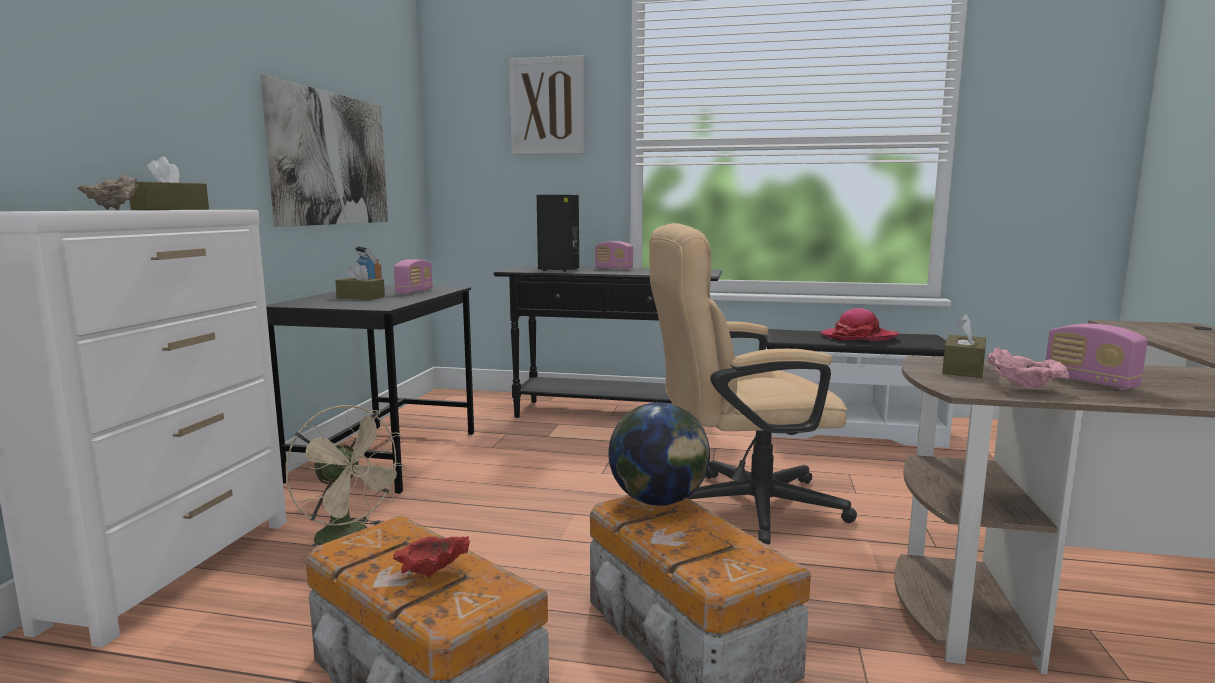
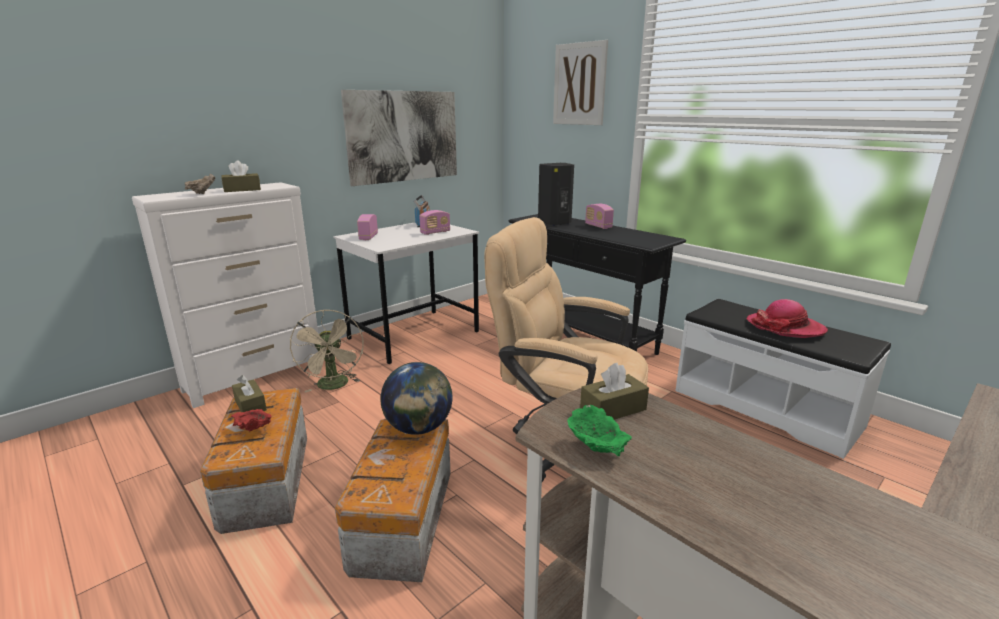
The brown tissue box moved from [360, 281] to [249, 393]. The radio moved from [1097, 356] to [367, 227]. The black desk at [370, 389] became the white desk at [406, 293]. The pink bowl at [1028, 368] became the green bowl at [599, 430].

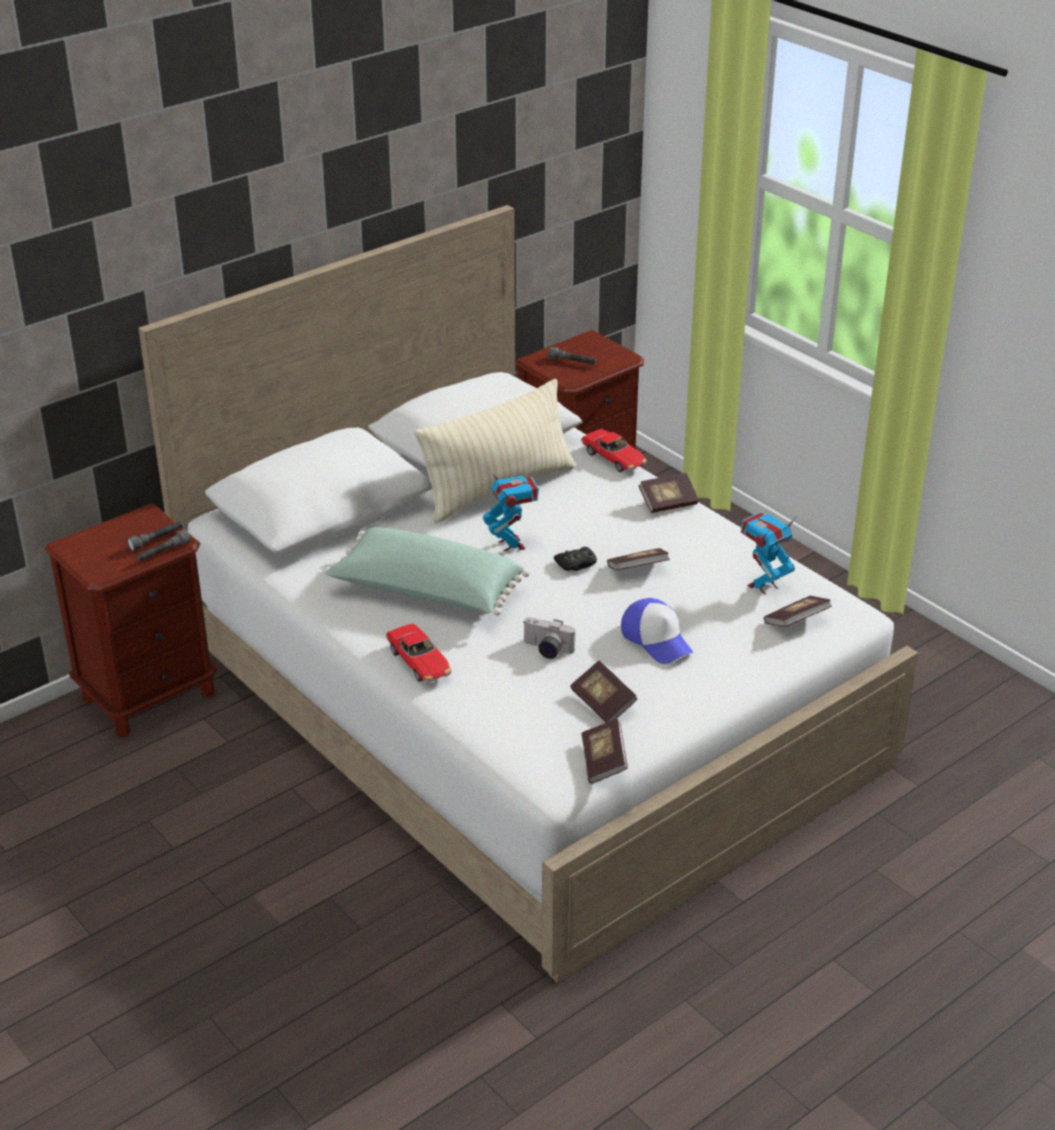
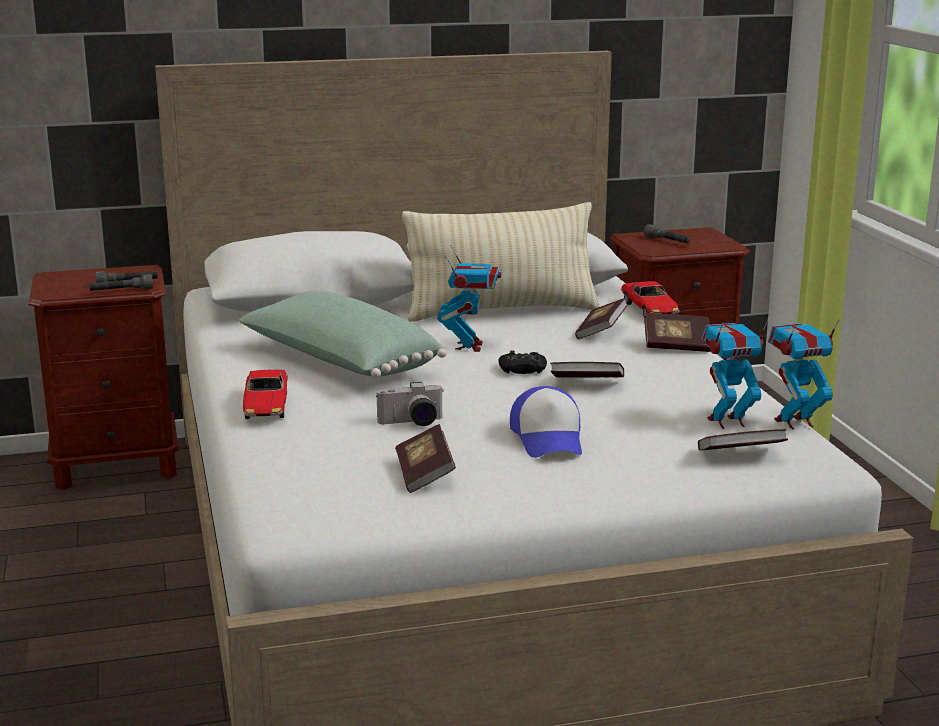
The toy robot at [804, 374] appeared. The book moved from [604, 751] to [601, 318]. The photo camera at [549, 638] turned 60 degrees counterclockwise.

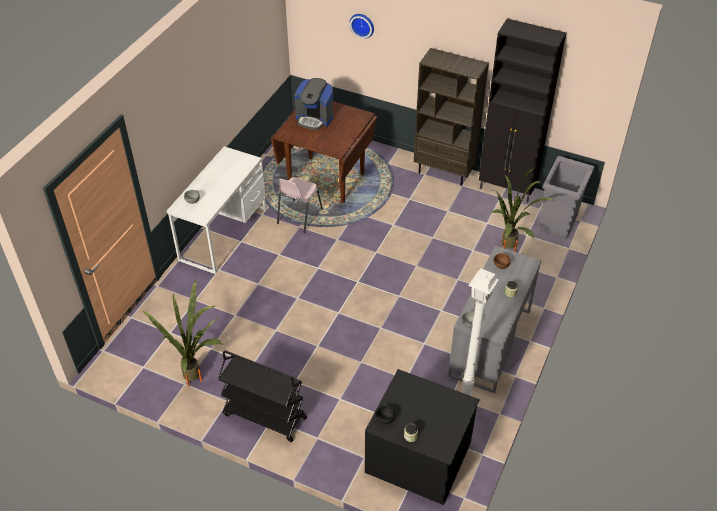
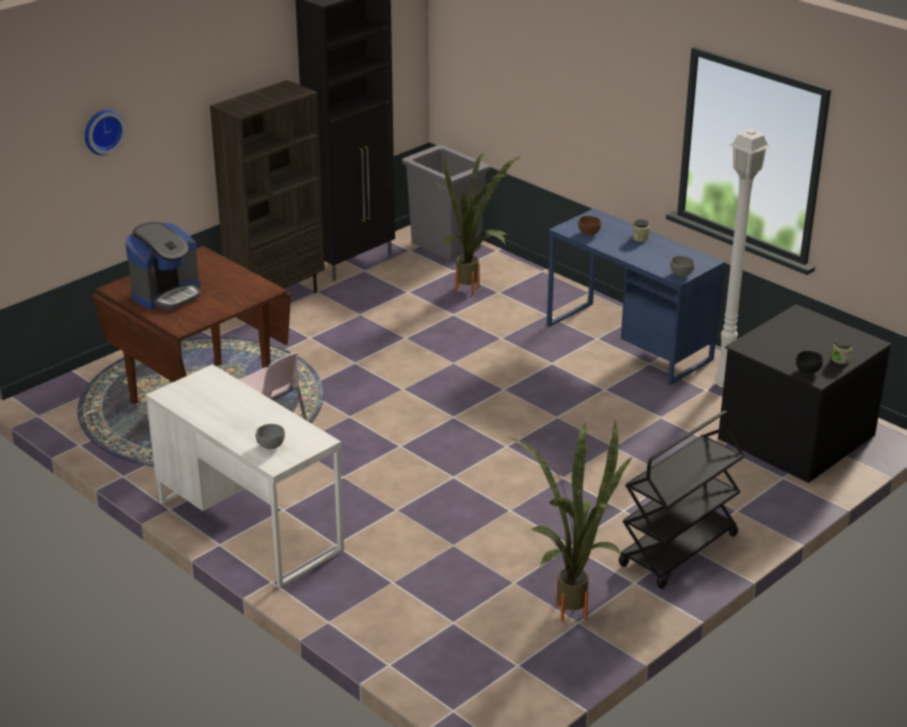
The grey desk at [495, 319] became the blue desk at [636, 296].

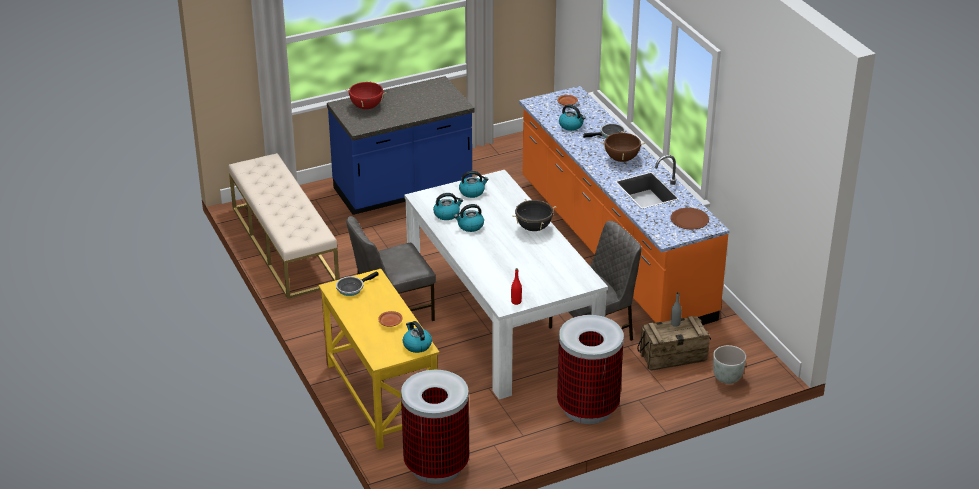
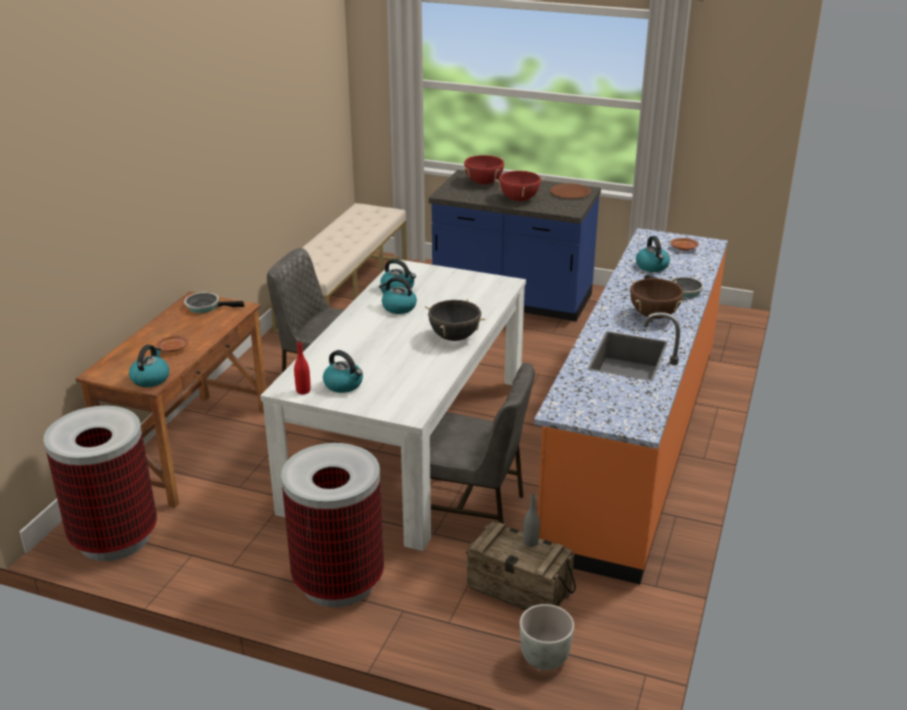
The red cooking pot at [520, 185] appeared. The kettle moved from [474, 184] to [343, 371]. The brown plate moved from [690, 219] to [570, 191]. The yellow desk at [379, 359] became the brown desk at [171, 400].

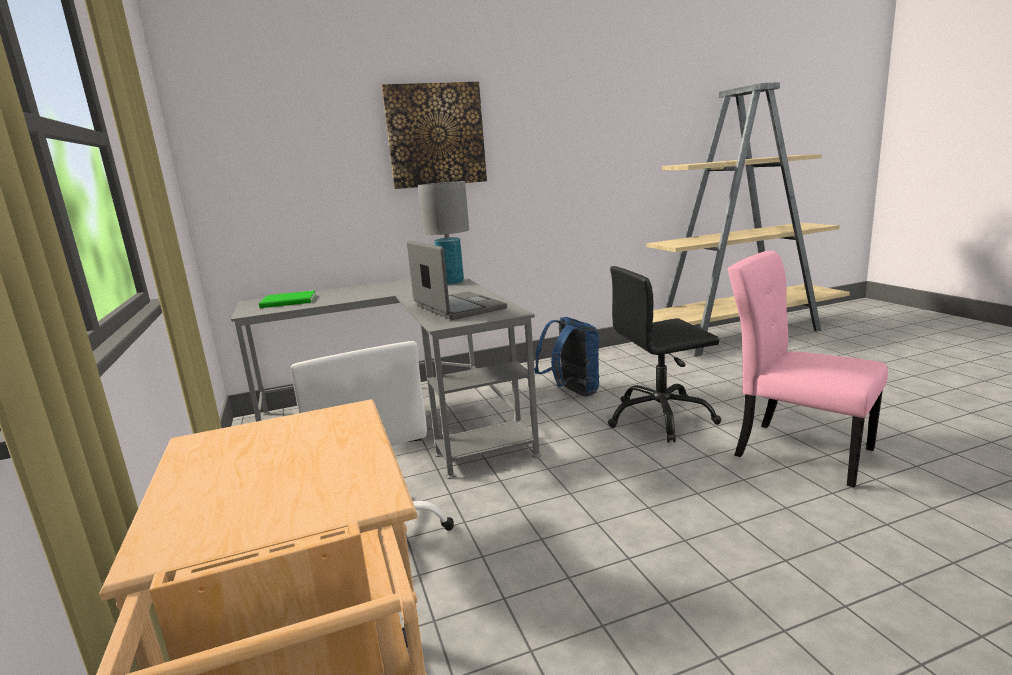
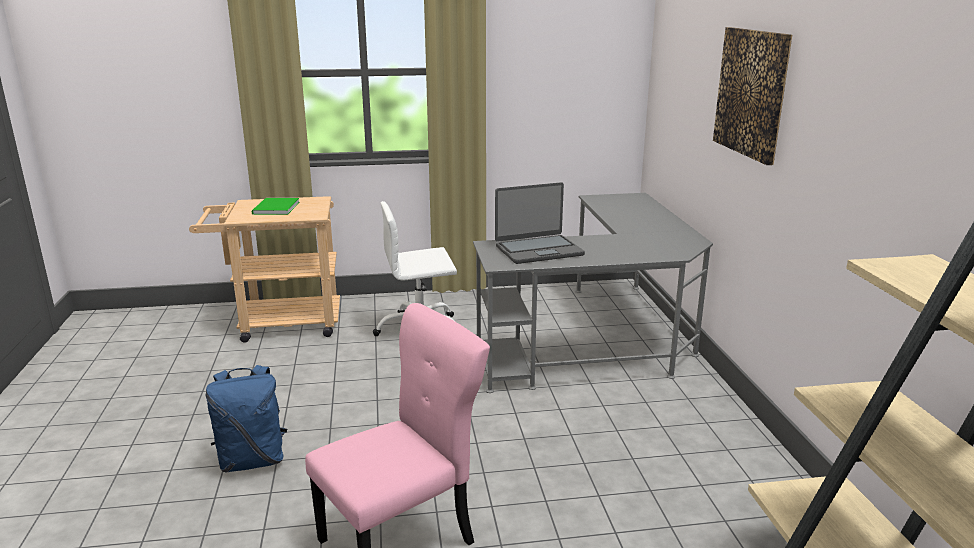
The grey table lamp at [443, 233] disappeared. The black office chair at [664, 354] disappeared. The green book moved from [287, 299] to [275, 206]. The blue backpack moved from [566, 356] to [246, 419].

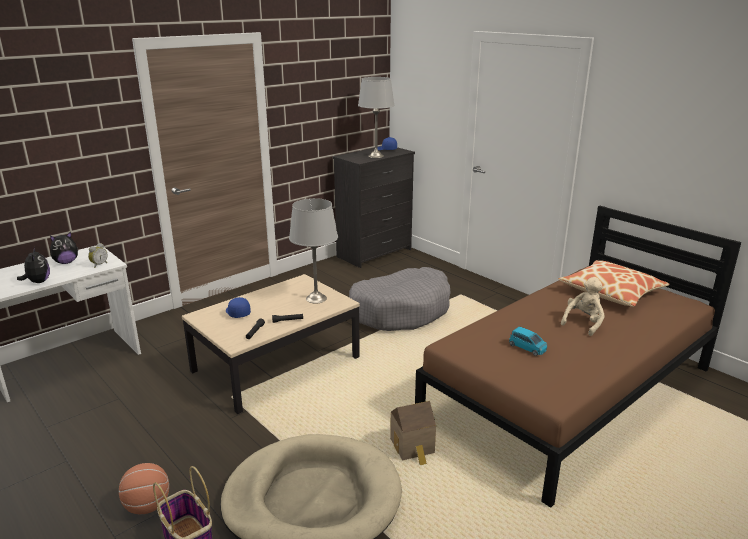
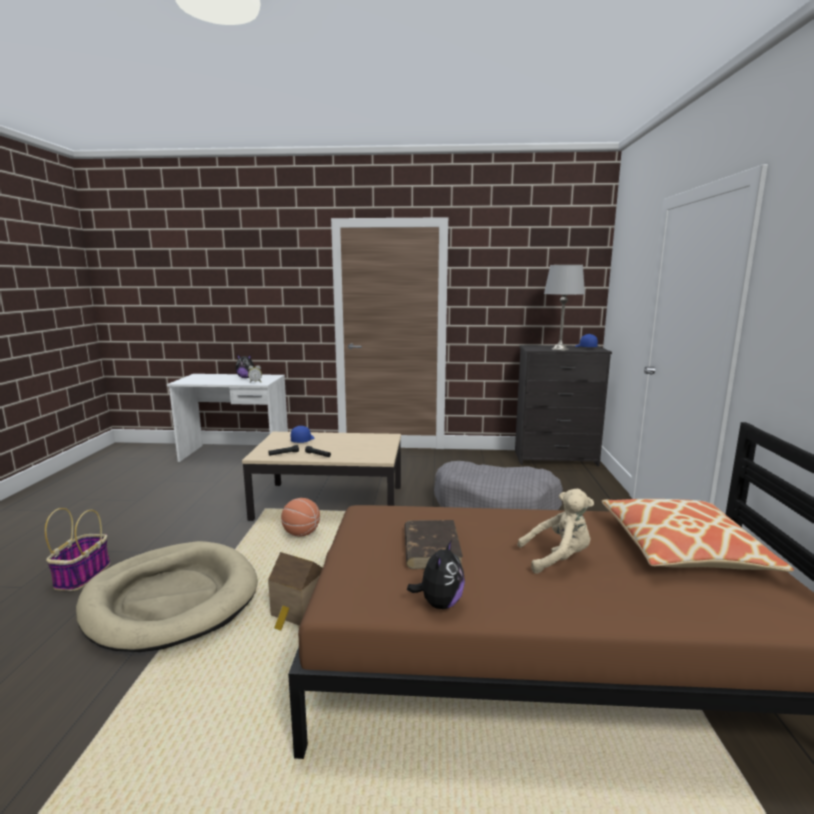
The grey table lamp at [313, 251] disappeared. The plush toy moved from [33, 265] to [436, 574]. The basketball moved from [144, 488] to [300, 517]. The blue toy car at [528, 341] was replaced by the brown book at [434, 544].

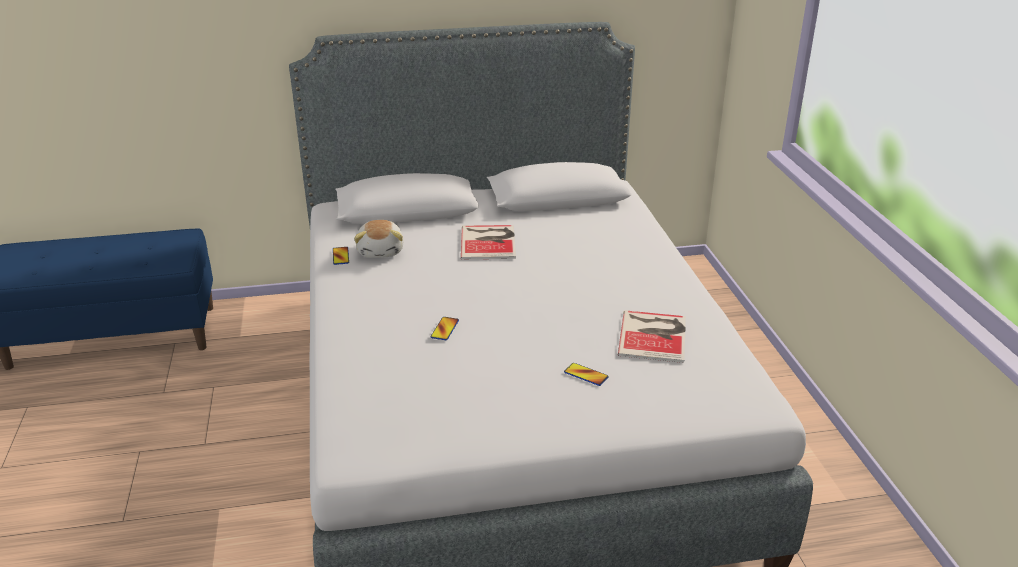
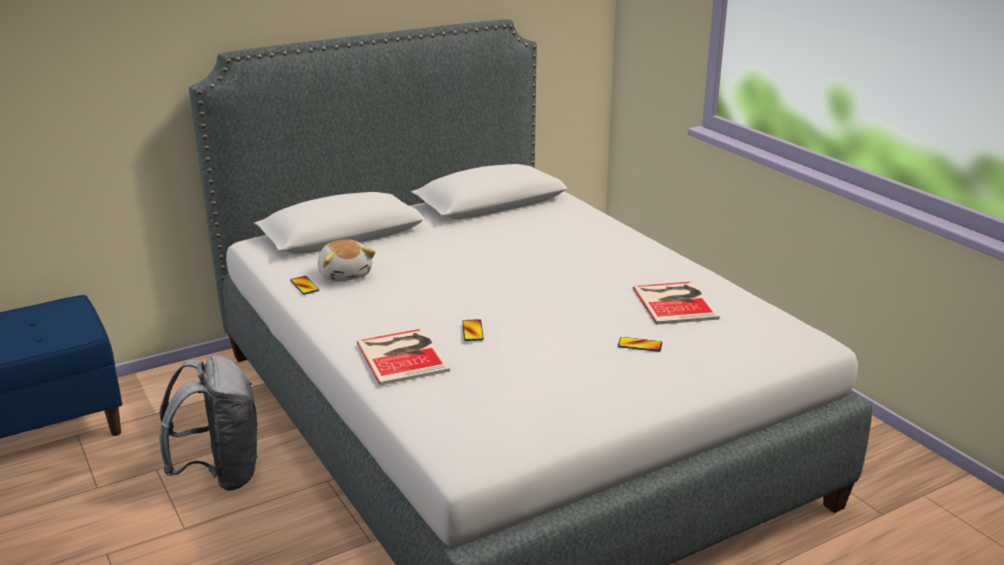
The grey backpack at [209, 423] appeared. The book moved from [488, 242] to [403, 357].

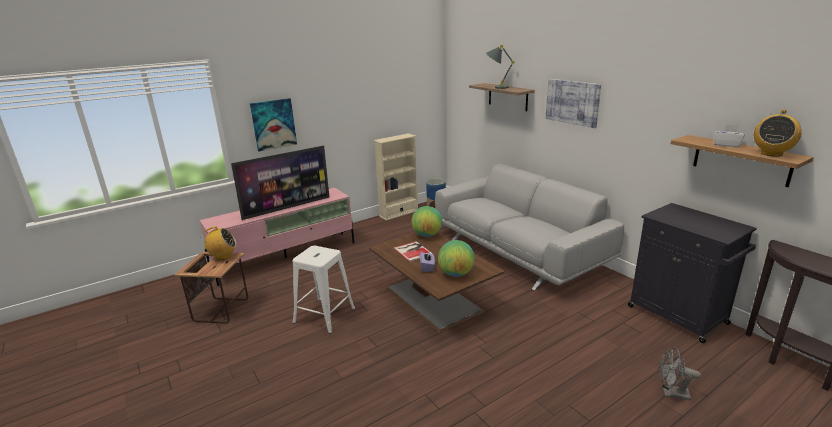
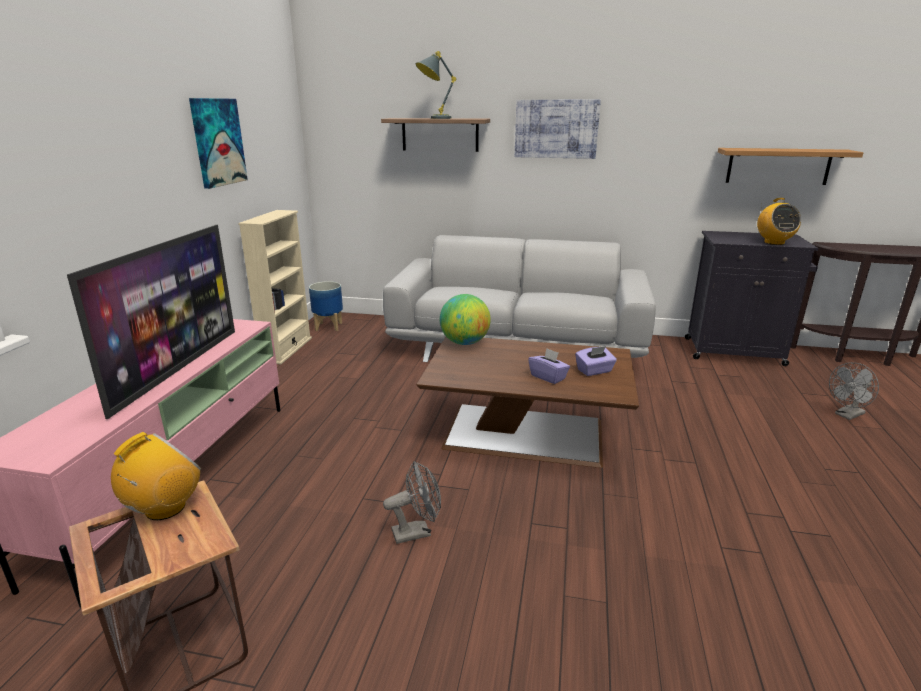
The book at [413, 251] disappeared. The white tissue box at [729, 135] disappeared. The picture moved from [273, 124] to [218, 143]. The radio moved from [778, 133] to [779, 221]. The white stool at [324, 290] was replaced by the grey fan at [412, 502]. The globe at [456, 258] was replaced by the purple tissue box at [596, 361].

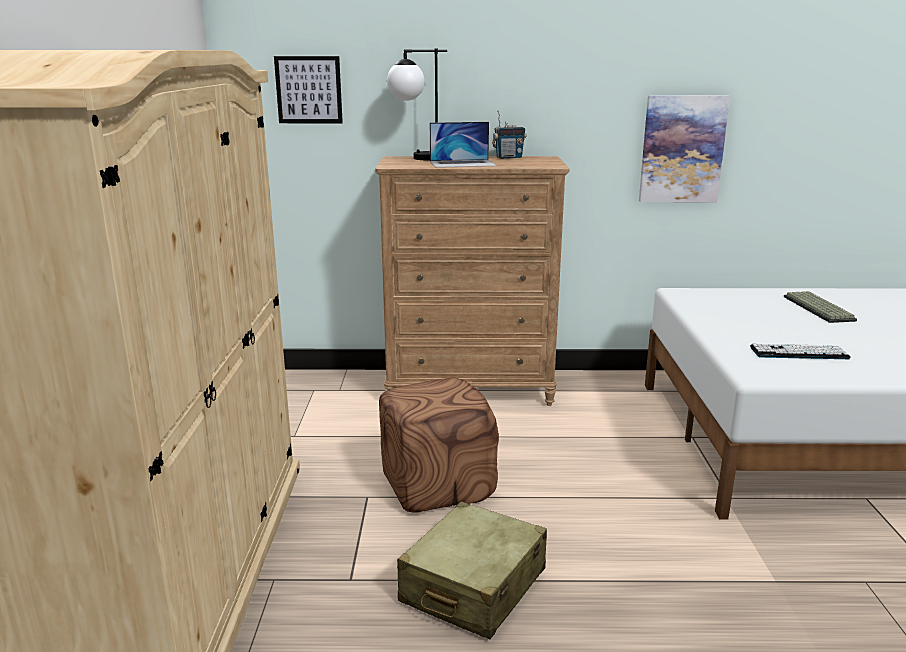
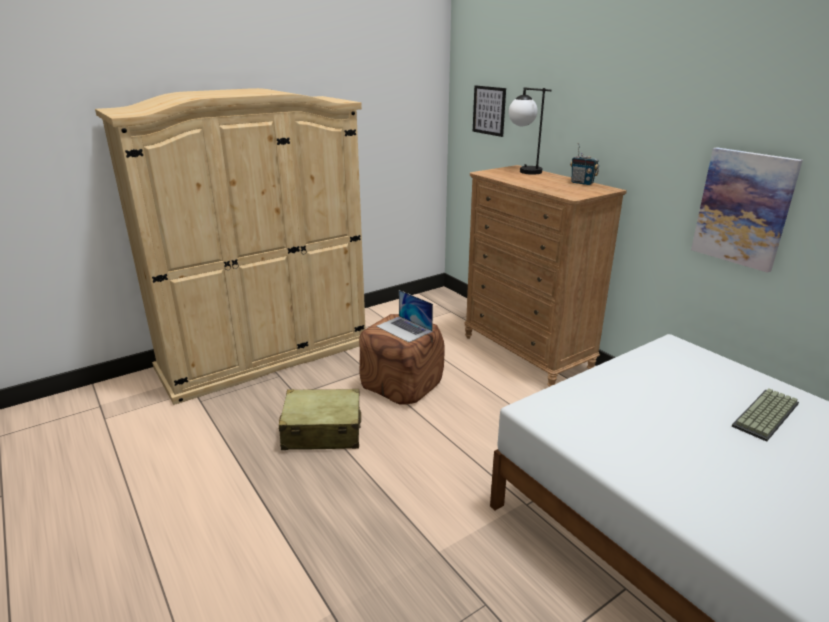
The keyboard at [800, 351] disappeared. The laptop moved from [463, 145] to [404, 316].

